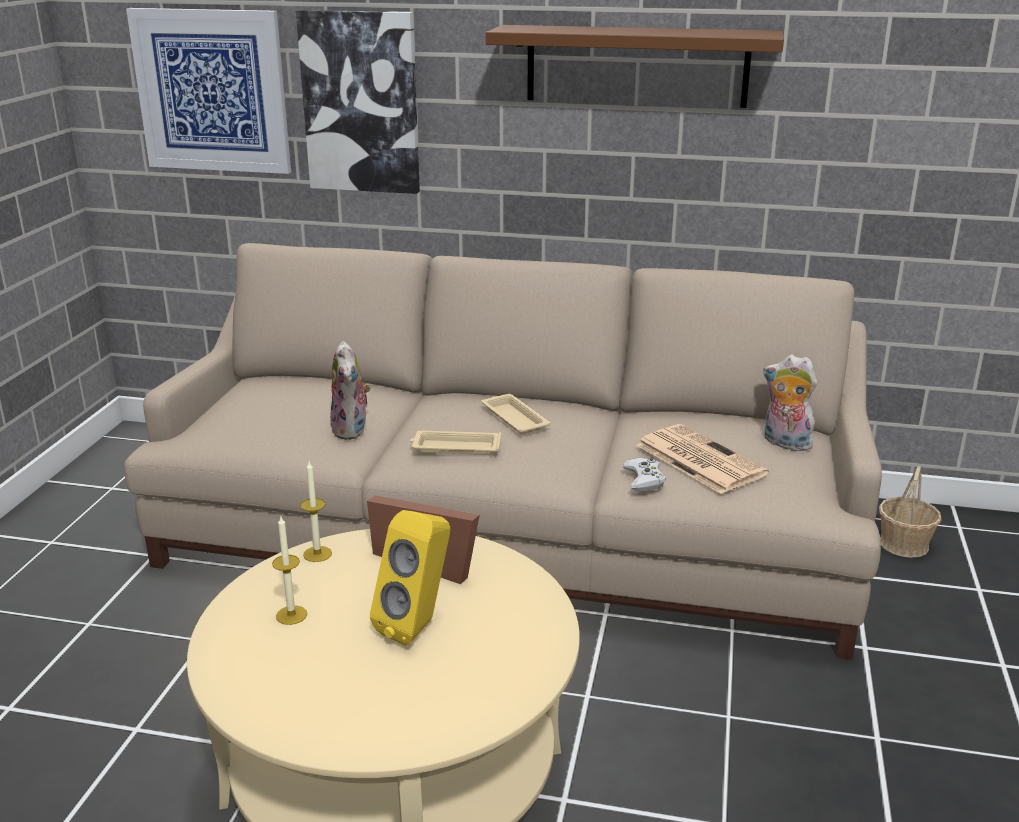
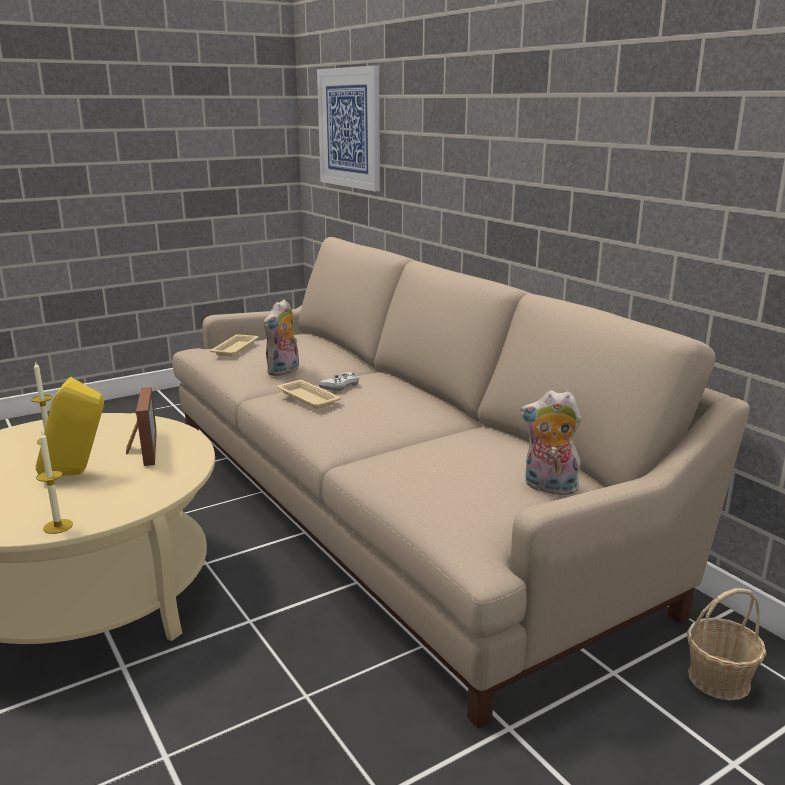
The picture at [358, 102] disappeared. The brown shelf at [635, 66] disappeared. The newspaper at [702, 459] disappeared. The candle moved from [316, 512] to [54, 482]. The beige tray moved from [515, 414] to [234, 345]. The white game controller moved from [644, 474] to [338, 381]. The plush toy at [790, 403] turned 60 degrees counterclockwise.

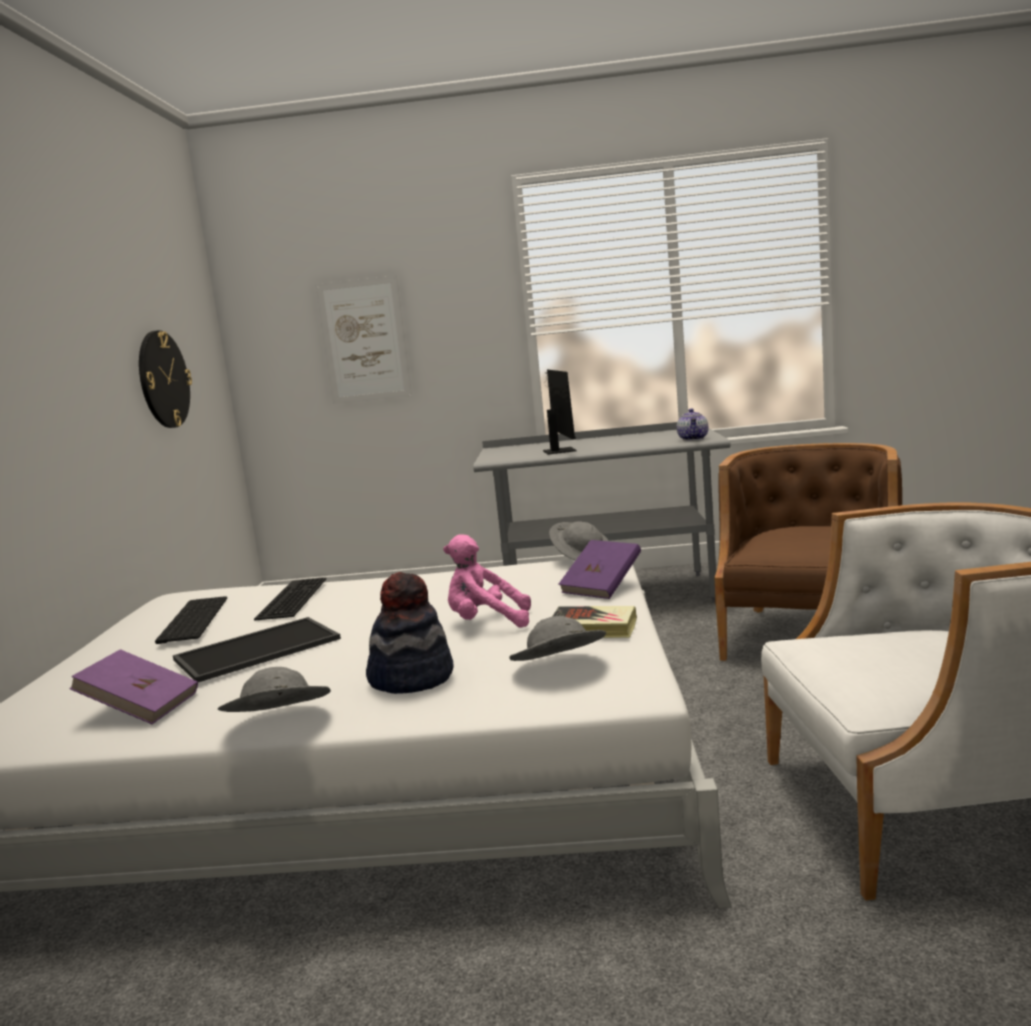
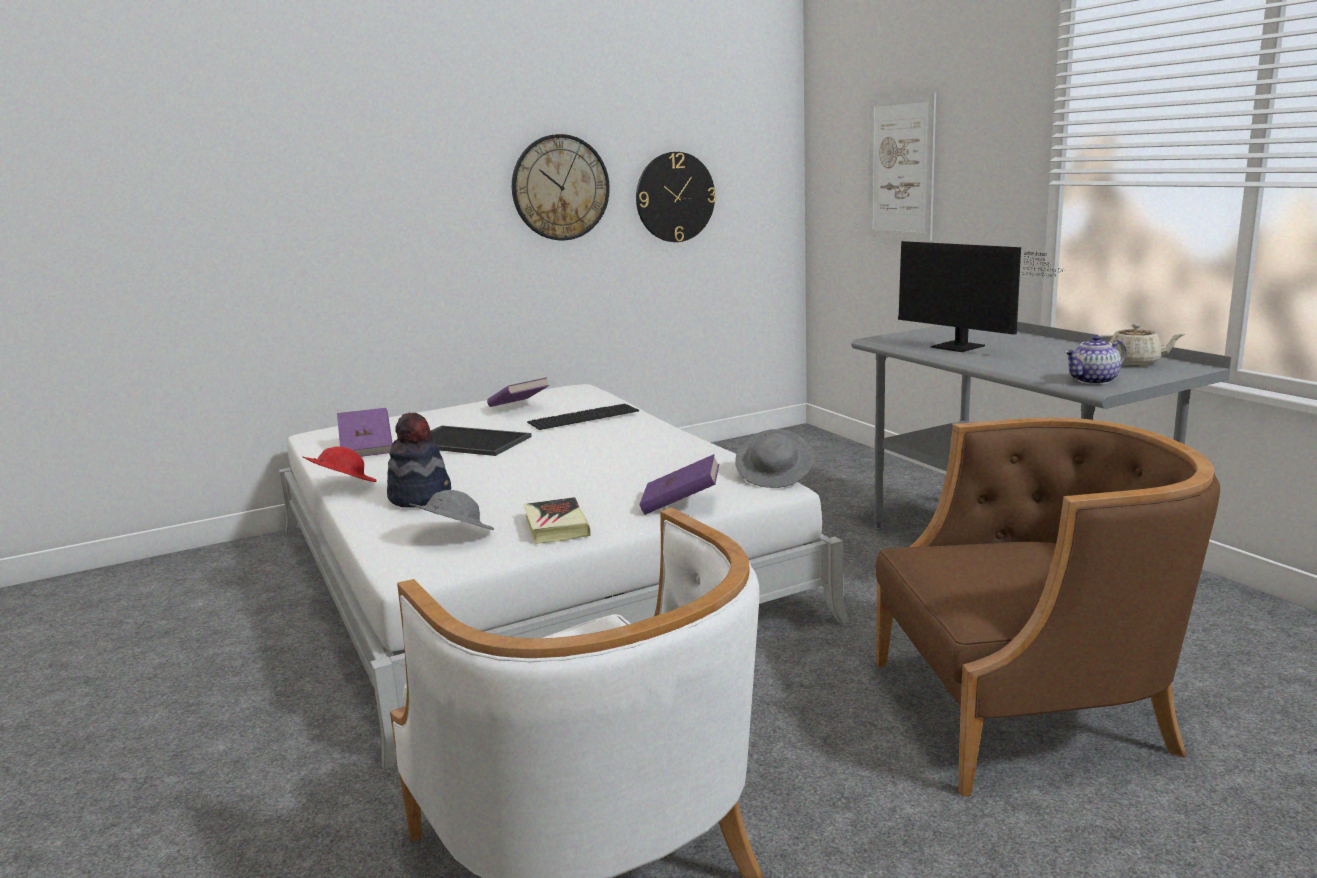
The pink plush toy at [487, 581] disappeared. The wall clock at [561, 187] appeared. The beige teapot at [1142, 345] appeared. The keyboard at [191, 620] was replaced by the purple book at [518, 392]. The grey hat at [274, 689] became the red hat at [340, 464]. The monitor at [560, 412] turned 90 degrees clockwise.

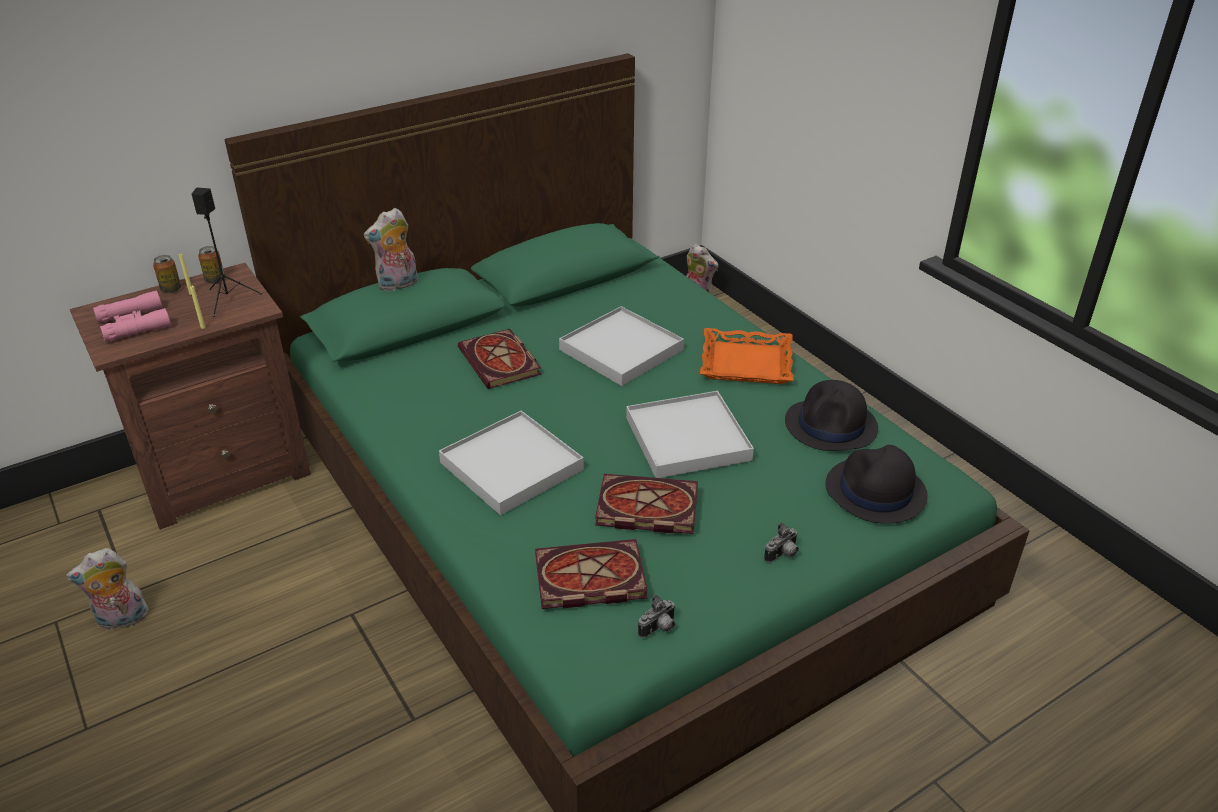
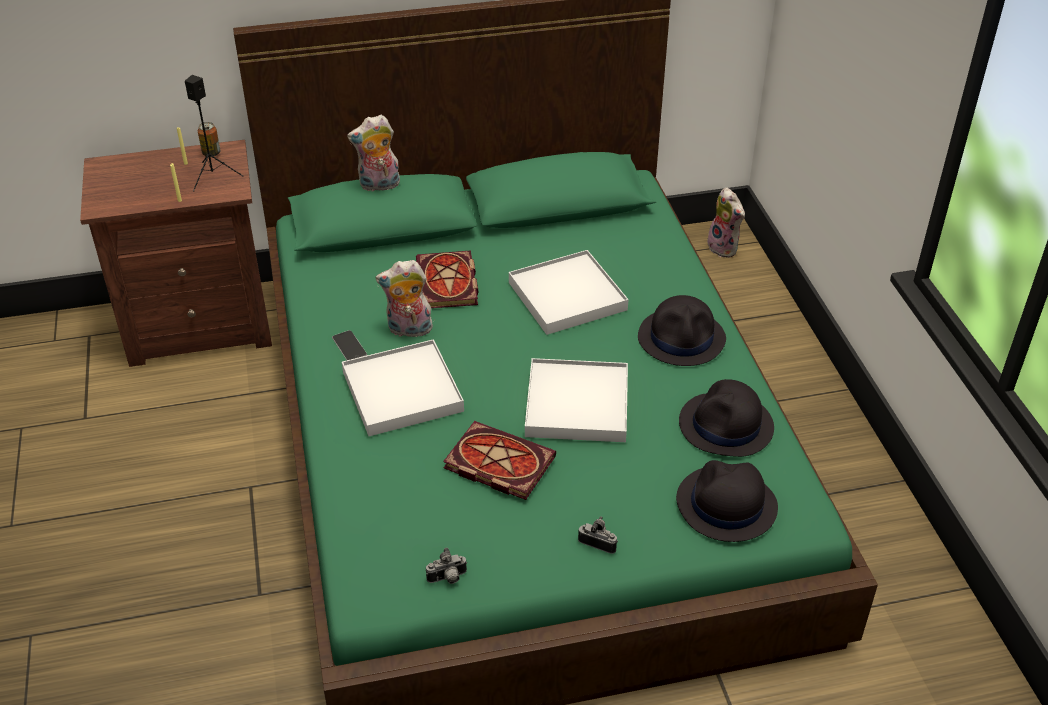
The pink binoculars at [132, 316] disappeared. The can at [167, 274] disappeared. The book at [591, 574] disappeared. The phone at [349, 345] appeared. The plush toy moved from [107, 589] to [404, 298]. The orange tray at [747, 356] was replaced by the black hat at [682, 330]. The photo camera at [781, 542] turned 135 degrees counterclockwise.

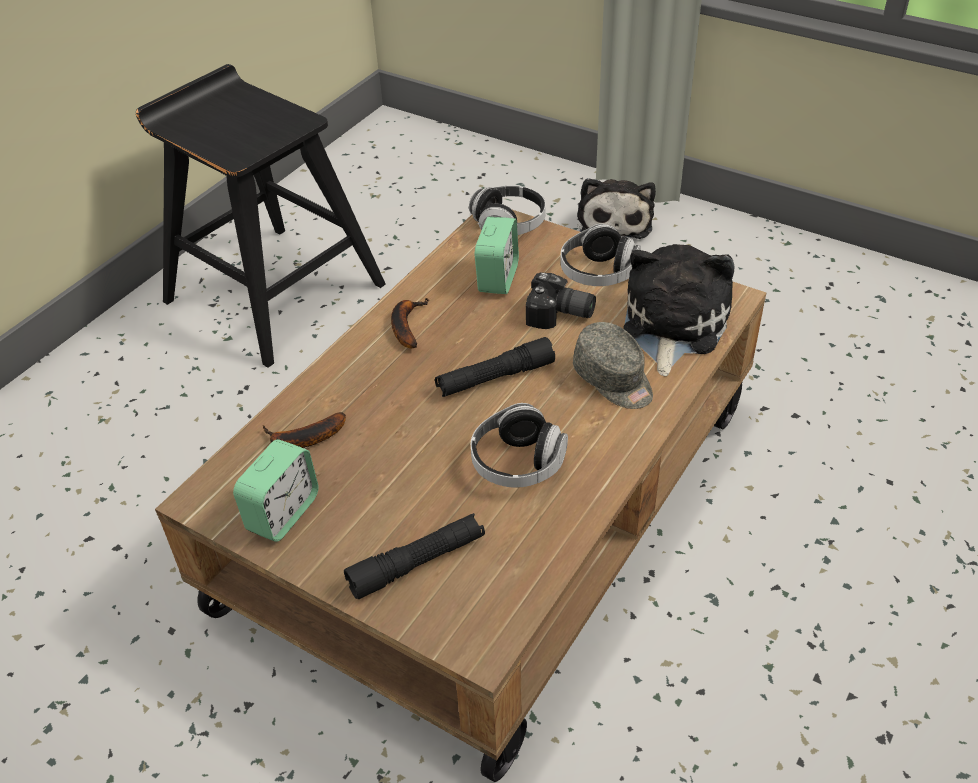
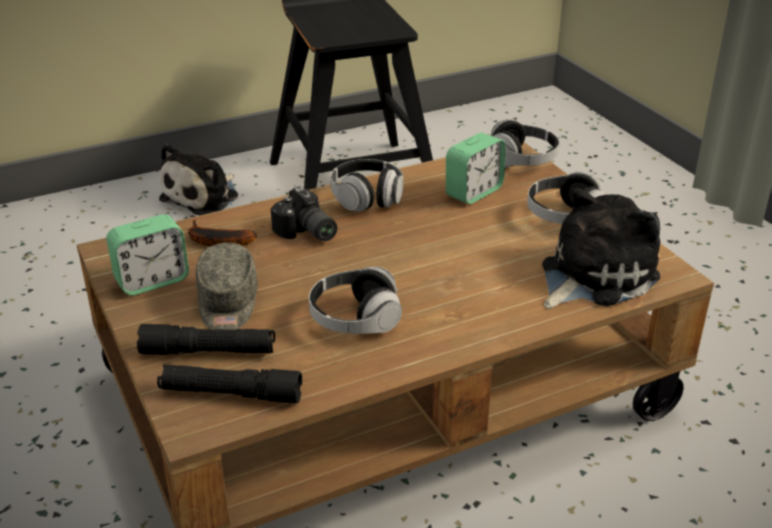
The black flashlight moved from [495, 367] to [229, 384]. The photo camera moved from [561, 300] to [304, 214]. The grey cap moved from [613, 365] to [227, 286]. The plush toy moved from [616, 208] to [198, 179]. The banana at [410, 323] was replaced by the headphones at [366, 185].

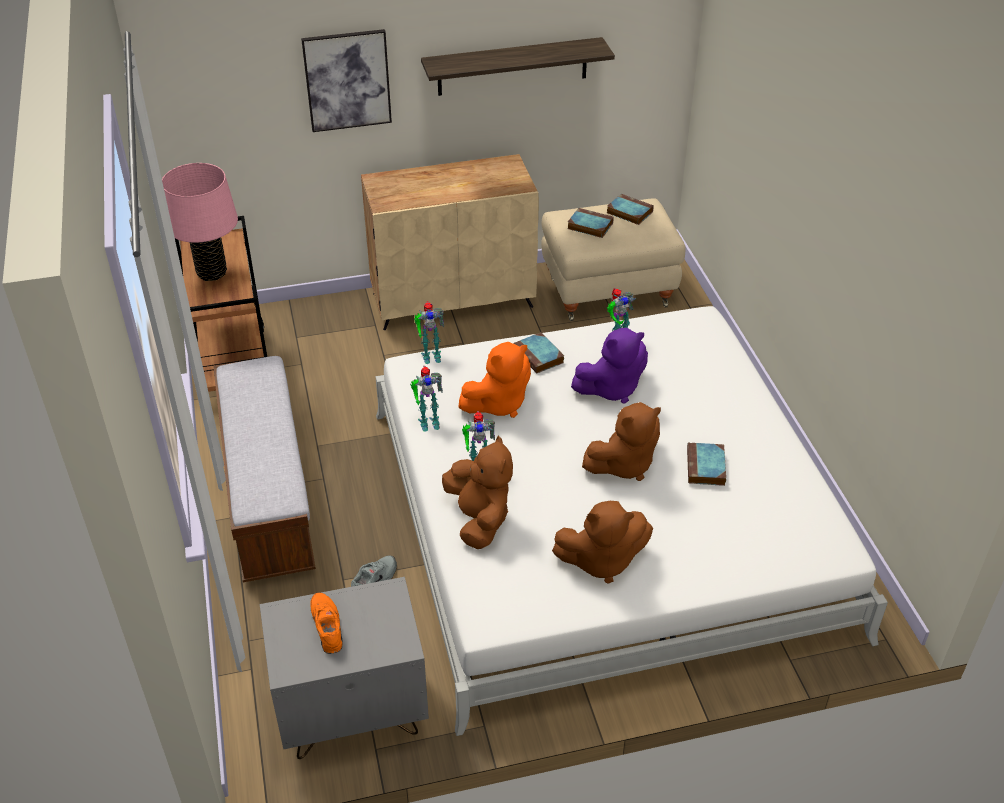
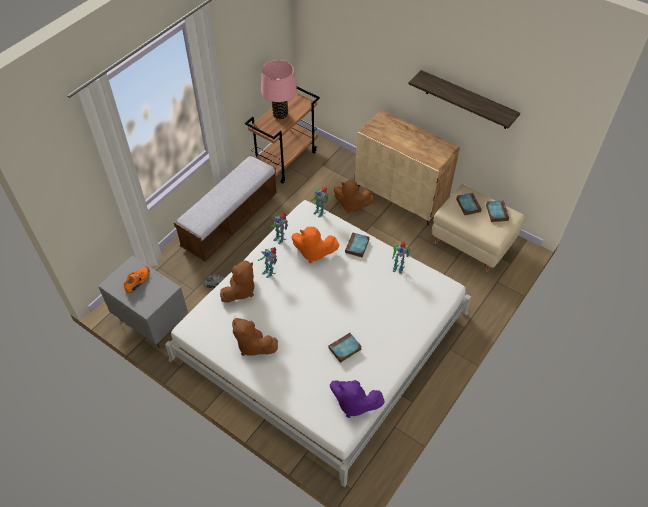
The picture at [346, 80] disappeared. The purple plush toy moved from [609, 366] to [357, 399]. The brown plush toy moved from [621, 441] to [354, 197].

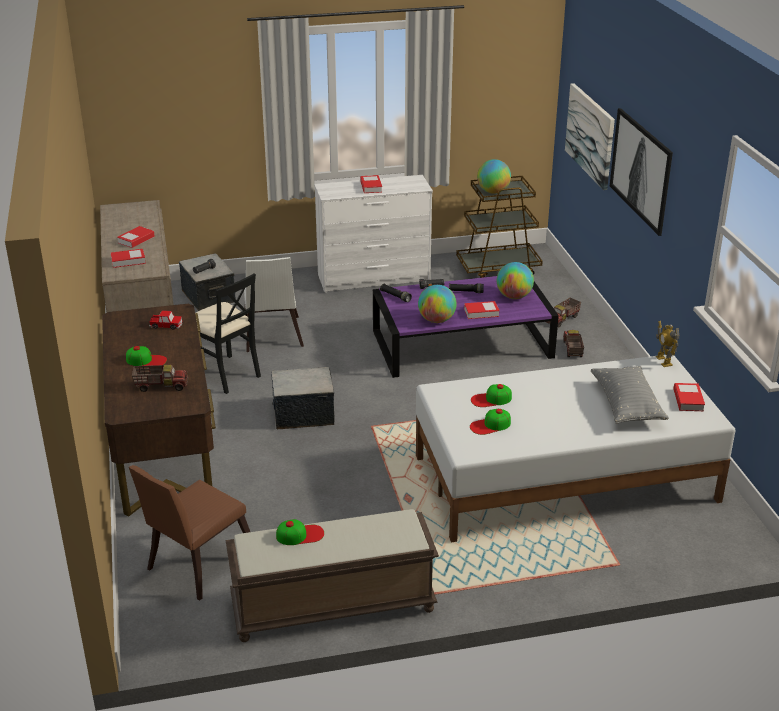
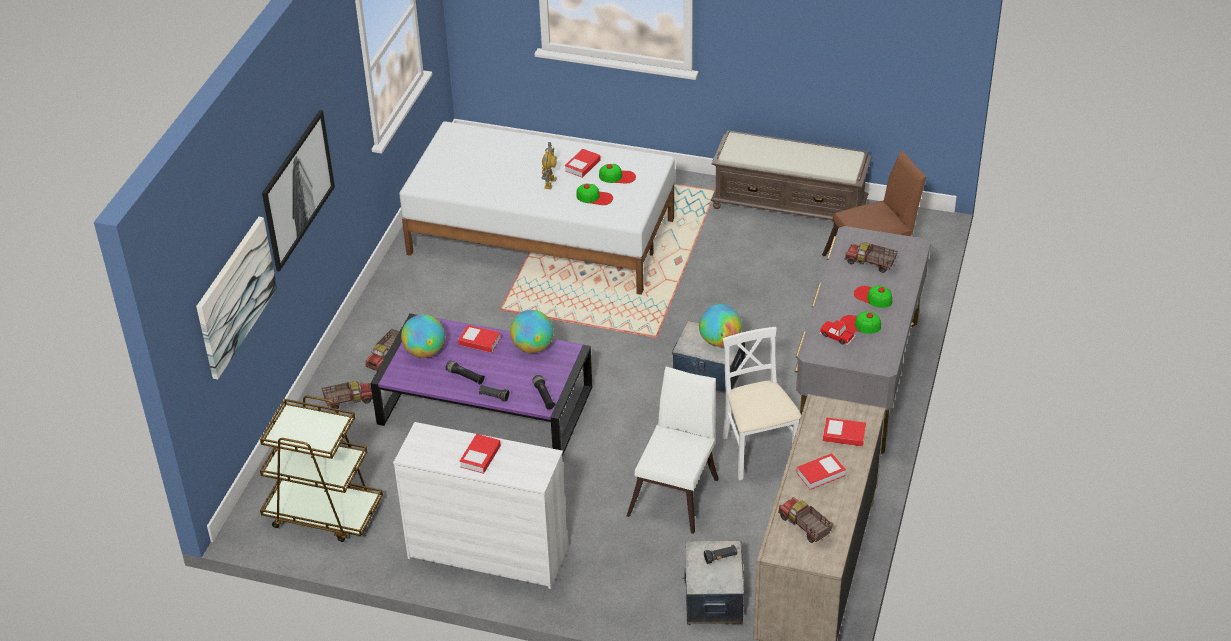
The grey pillow at [630, 395] disappeared. The toy truck at [805, 520] appeared. The cap moved from [300, 532] to [860, 322]. The globe moved from [494, 176] to [720, 325]. The toy robot moved from [667, 344] to [549, 165]. The book moved from [689, 397] to [583, 163]. The brown desk at [159, 410] became the grey desk at [863, 340]. The black chair at [228, 333] became the white chair at [762, 403].

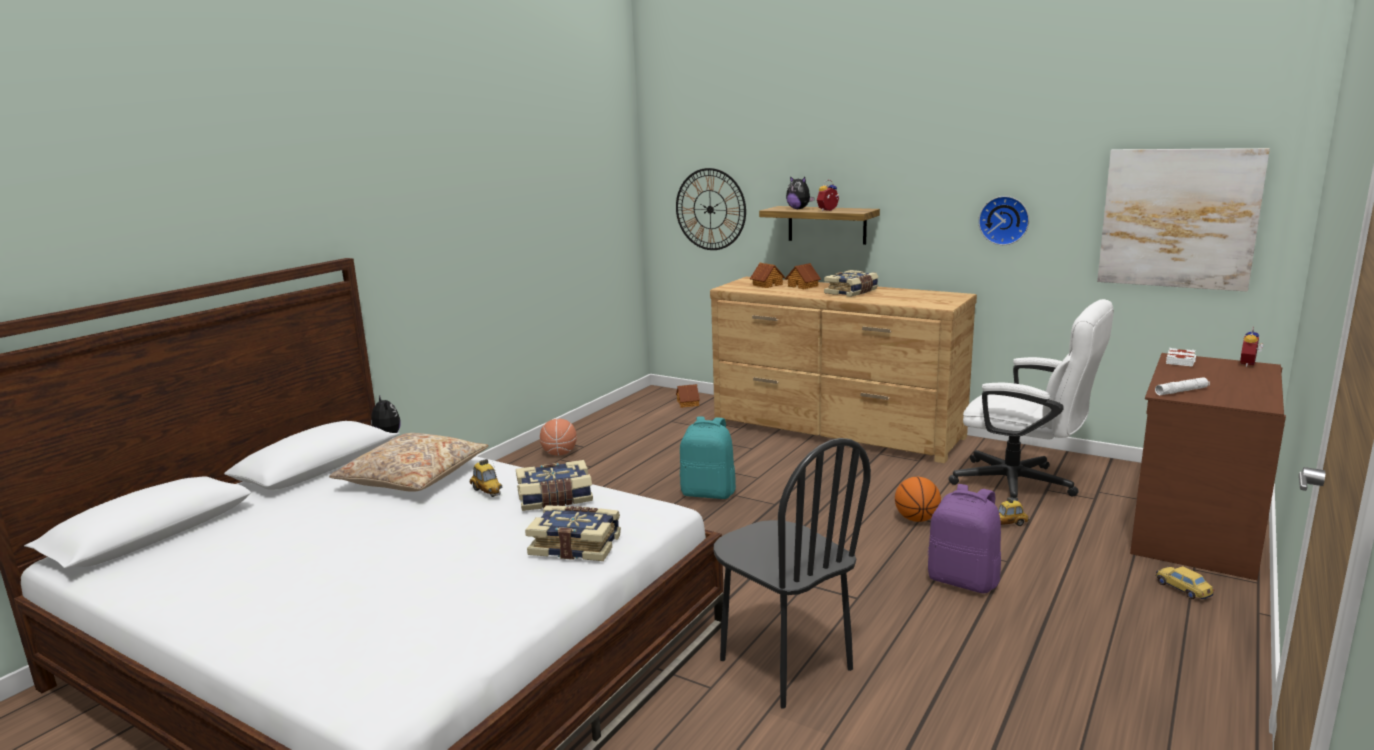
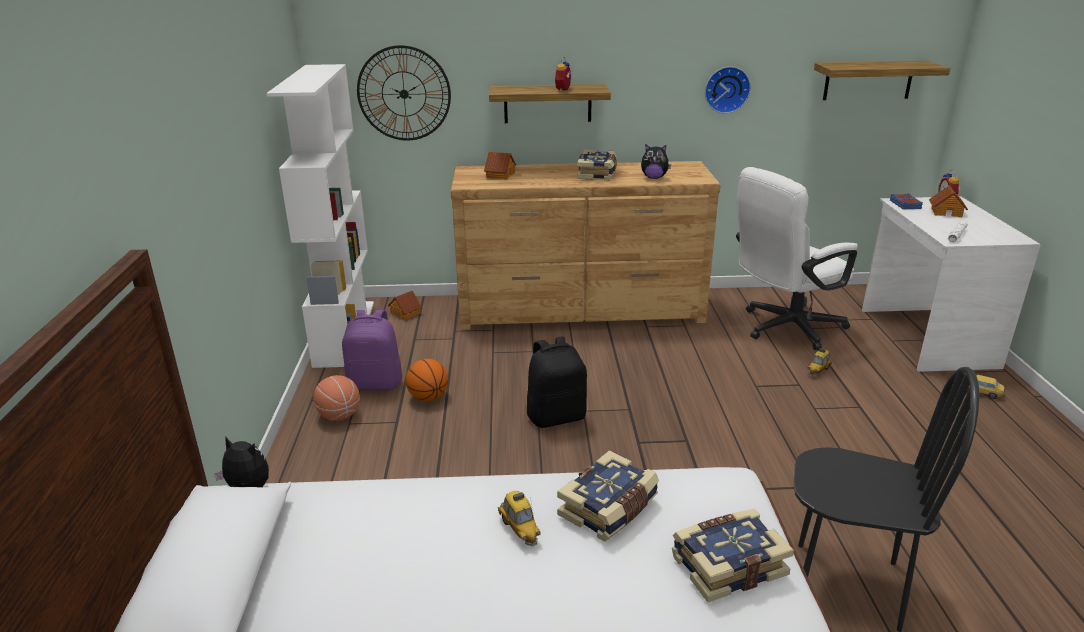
The beige pillow at [408, 462] disappeared. The white bookcase at [320, 216] appeared. The toy house moved from [803, 276] to [948, 201]. The plush toy moved from [800, 192] to [656, 161]. The basketball moved from [918, 499] to [427, 380]. The purple backpack moved from [964, 538] to [372, 350]. The picture at [1183, 220] was replaced by the shelf at [882, 80]. The turquoise backpack at [708, 457] became the black backpack at [557, 382]. The brown desk at [1208, 466] became the white desk at [951, 284]. The white book at [1181, 357] became the blue book at [906, 201]. The toy car at [485, 478] turned 45 degrees clockwise. The white office chair at [1031, 400] turned 150 degrees clockwise.

